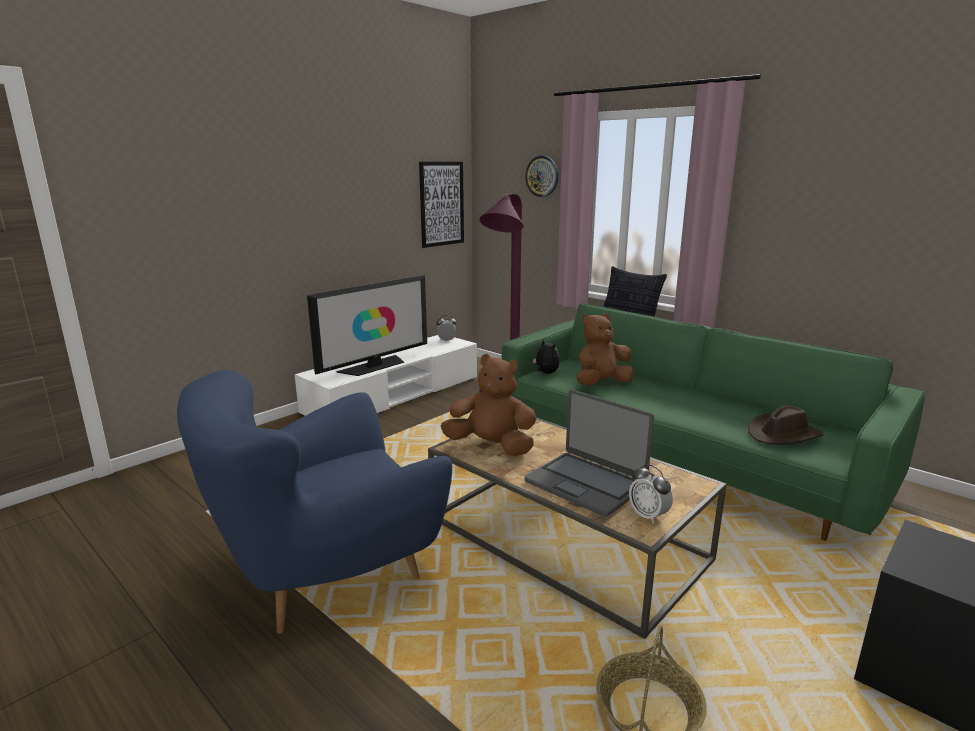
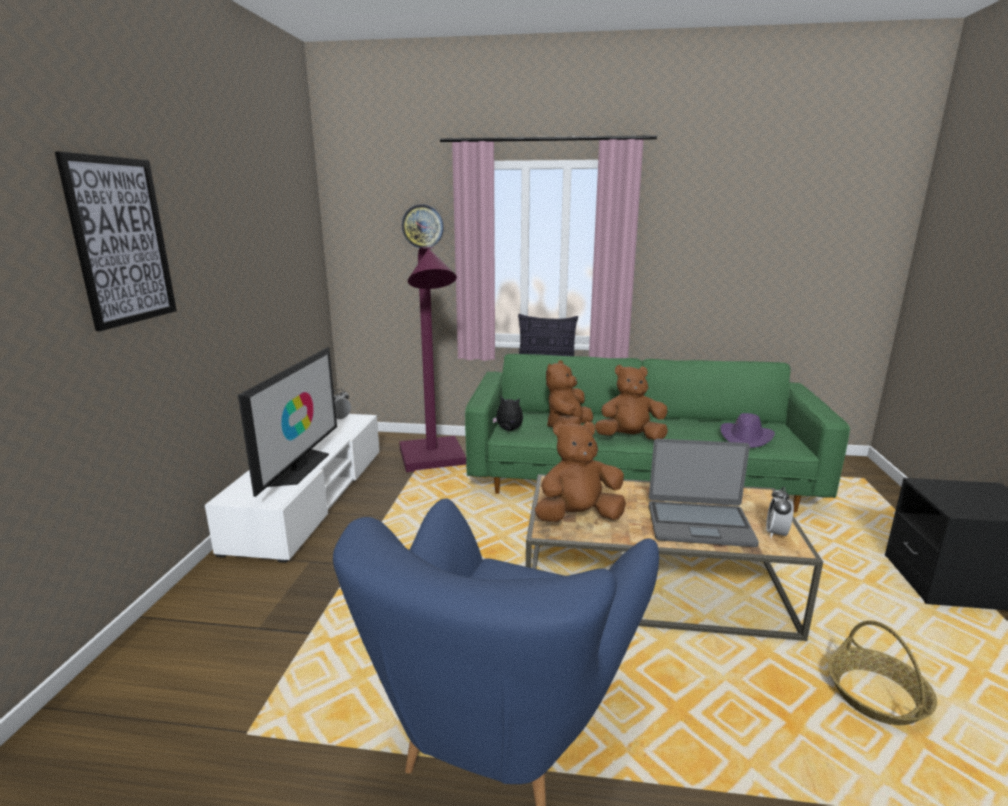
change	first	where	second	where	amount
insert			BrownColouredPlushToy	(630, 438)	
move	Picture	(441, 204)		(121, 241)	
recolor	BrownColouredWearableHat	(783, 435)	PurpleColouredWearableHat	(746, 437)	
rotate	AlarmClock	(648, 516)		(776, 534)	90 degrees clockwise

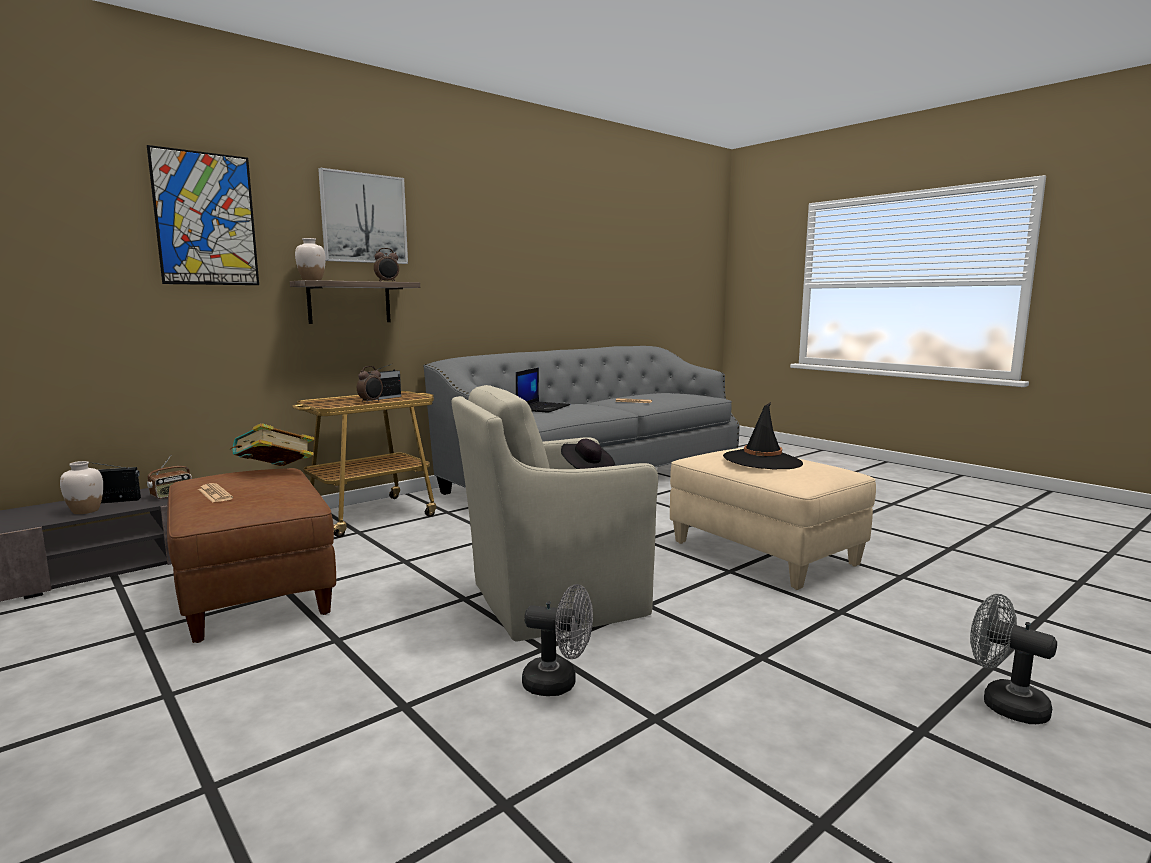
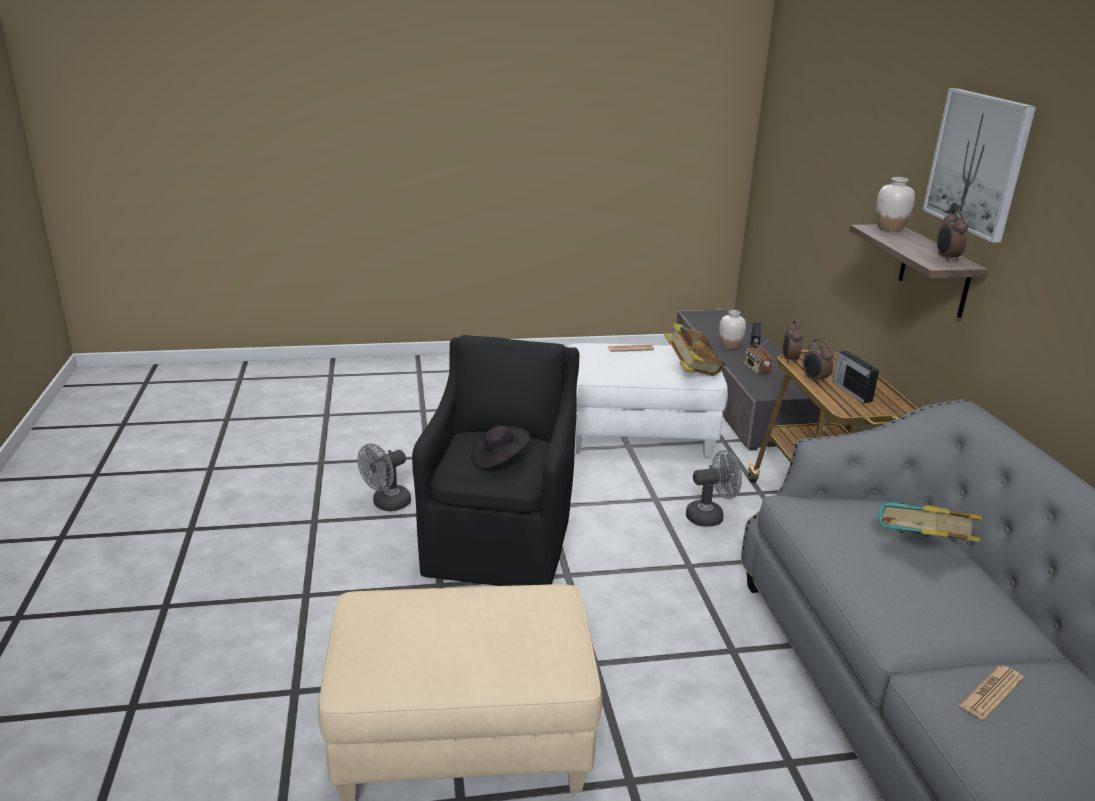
change	first	where	second	where	amount
delete	Picture	(205, 219)			
delete	BlackColouredWearableHat	(762, 461)			
insert			AlarmClock	(789, 360)	
move	GrayCoolingFan	(1004, 704)		(710, 516)	
replace	Laptop	(543, 407)	Book	(921, 550)	
recolor	BrownColouredPouffe	(253, 593)	WhitePouffe	(639, 435)	
recolor	BeigeColouredArmchair	(552, 601)	BlackColouredArmchair	(500, 542)	

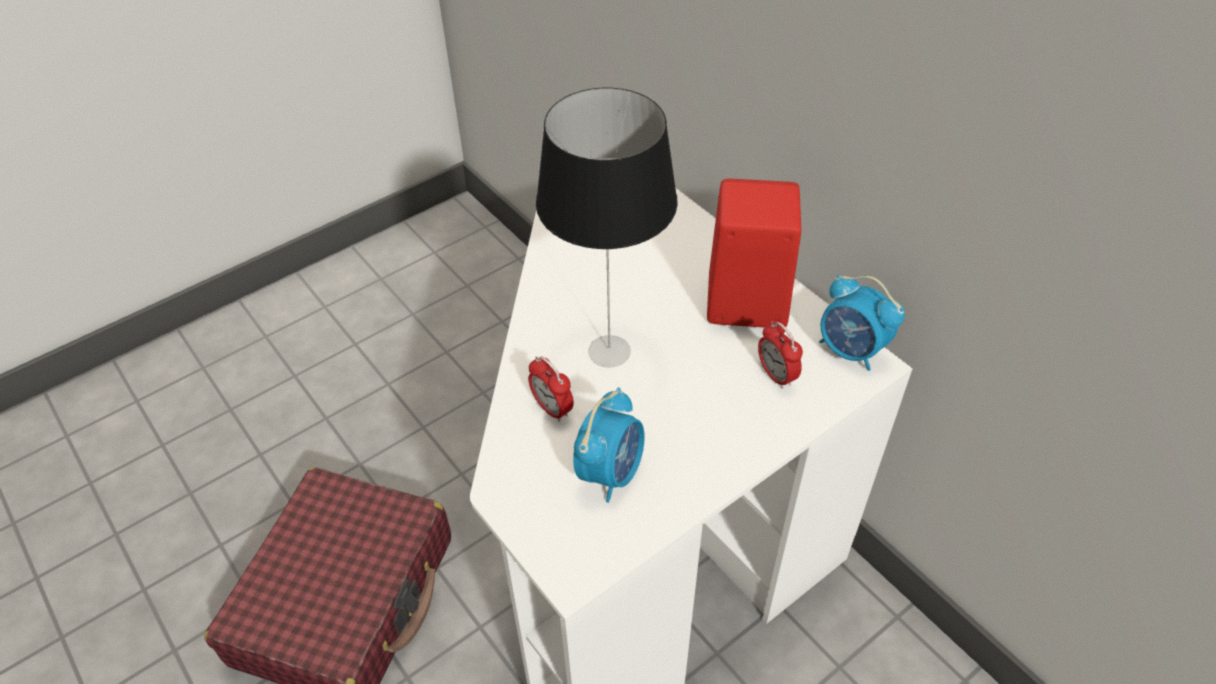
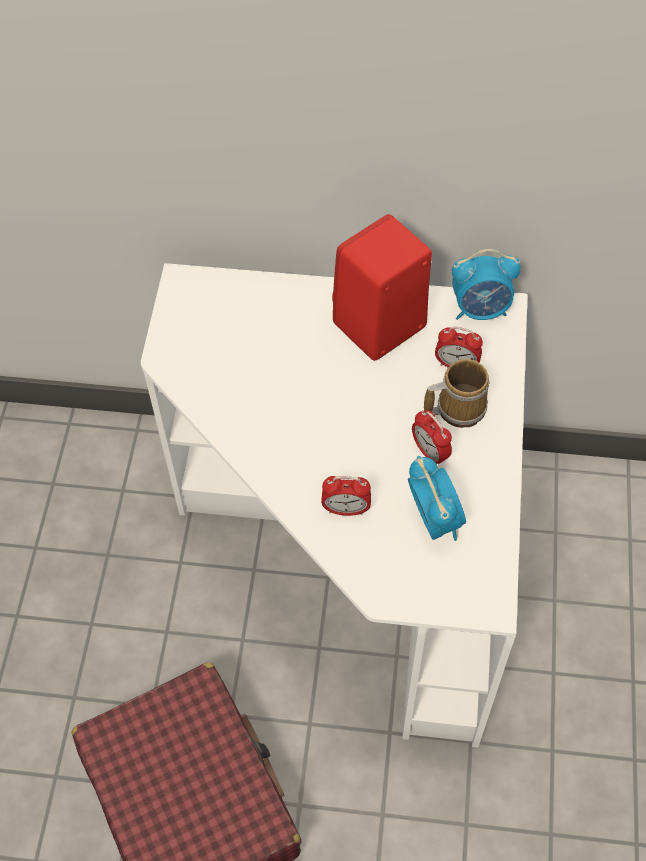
change	first	where	second	where	amount
delete	TableLamp	(611, 352)			
insert			AlarmClock	(430, 452)	
insert			Mug	(457, 407)	

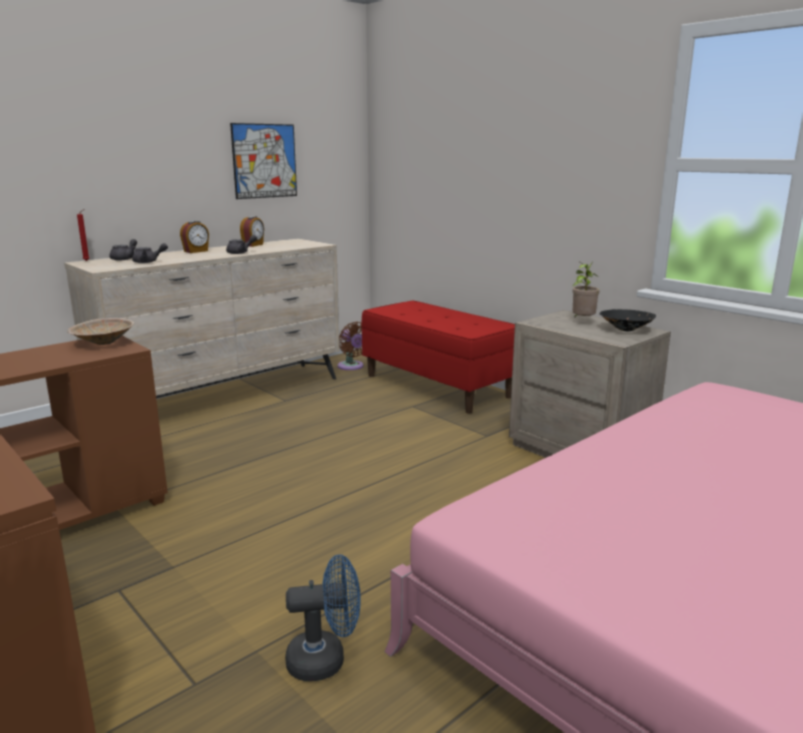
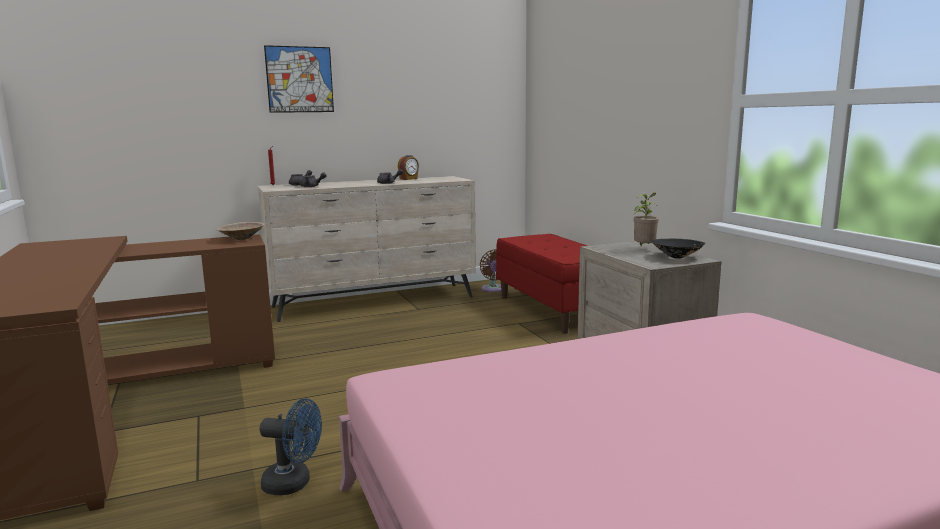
change	first	where	second	where	amount
delete	AlarmClock	(196, 251)			
move	Picture	(264, 161)		(299, 79)	

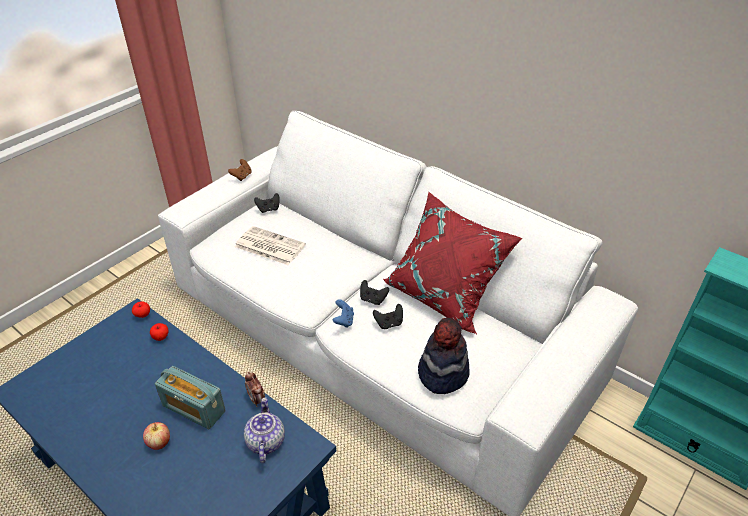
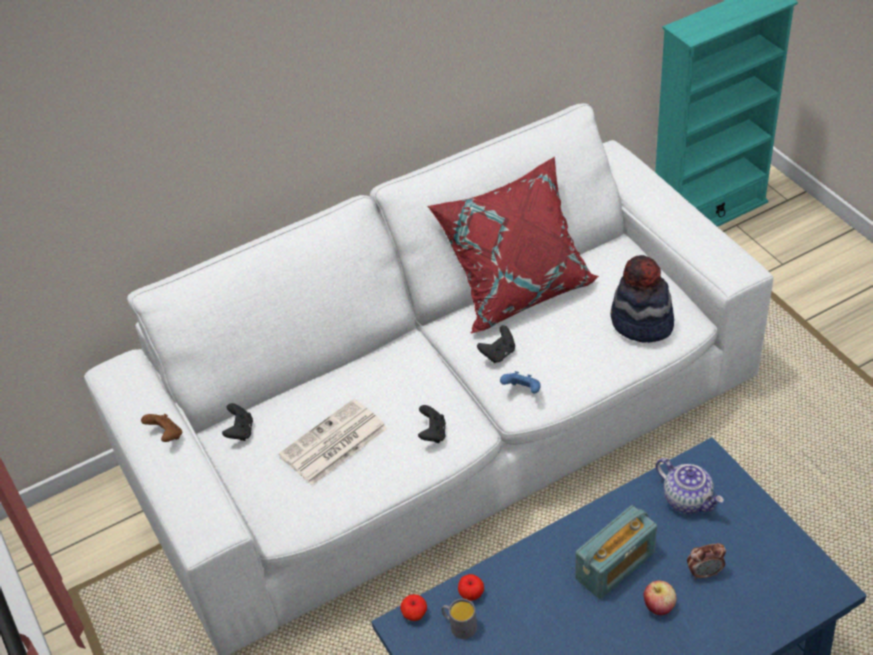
change	first	where	second	where	amount
insert			GrayMug	(459, 626)	
move	AlarmClock	(257, 399)		(704, 573)	
move	BlackColouredGameController	(389, 323)		(433, 433)	
rotate	TeaPot	(265, 441)		(688, 499)	150 degrees counterclockwise

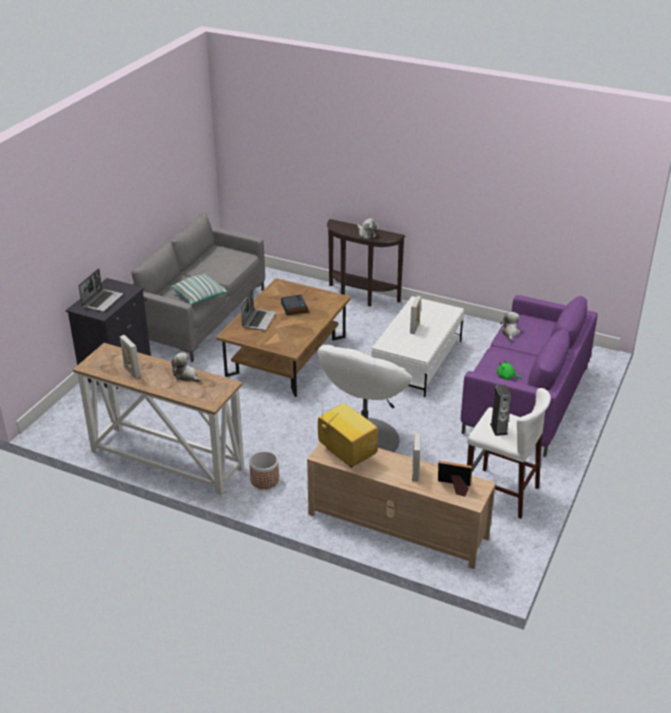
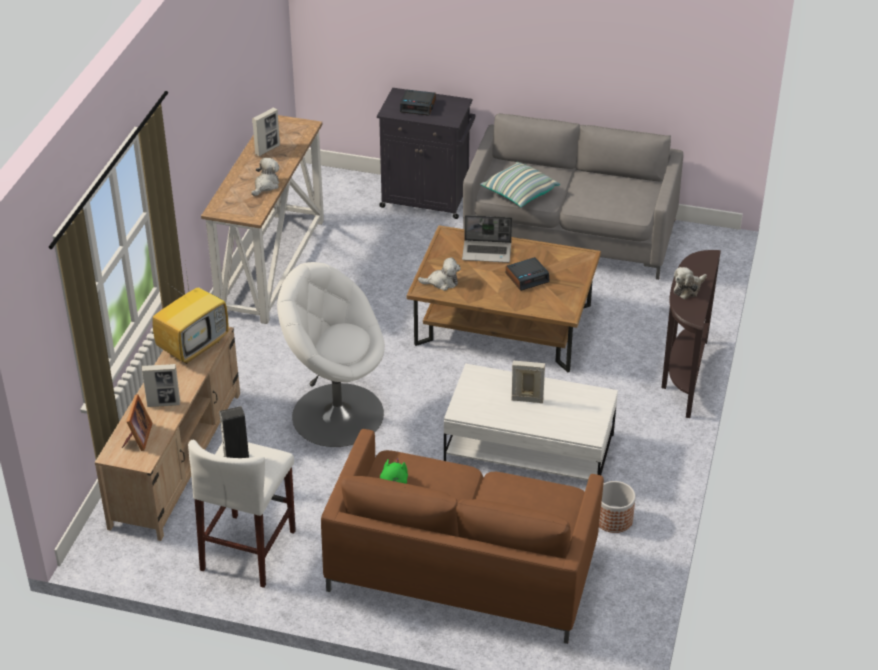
change	first	where	second	where	amount
move	Planter	(264, 480)		(613, 519)	
move	PlushToy	(510, 333)		(442, 282)	
replace	Laptop	(102, 301)	AlarmClock	(418, 106)	
recolor	PurpleColouredSofa	(526, 400)	BrownColouredSofa	(462, 571)	

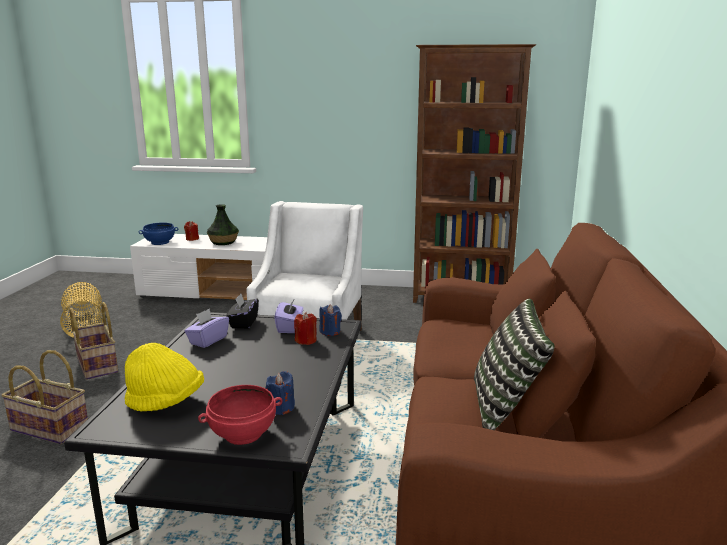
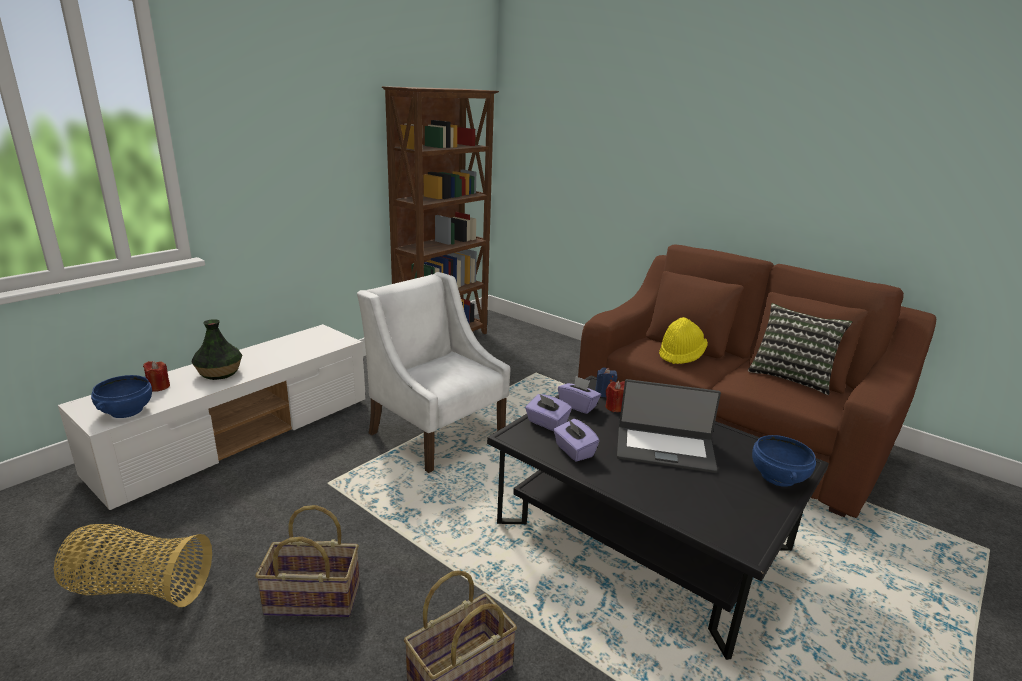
change	first	where	second	where	amount
delete	BlueCandle	(281, 408)			
insert			Laptop	(664, 449)	
move	YellowColouredWearableHat	(166, 402)		(681, 355)	
recolor	RedColouredBowl	(243, 433)	BlueBowl	(777, 477)	
recolor	BlackColouredTissueHolder	(243, 323)	PurpleColouredTissueHolder	(546, 423)	

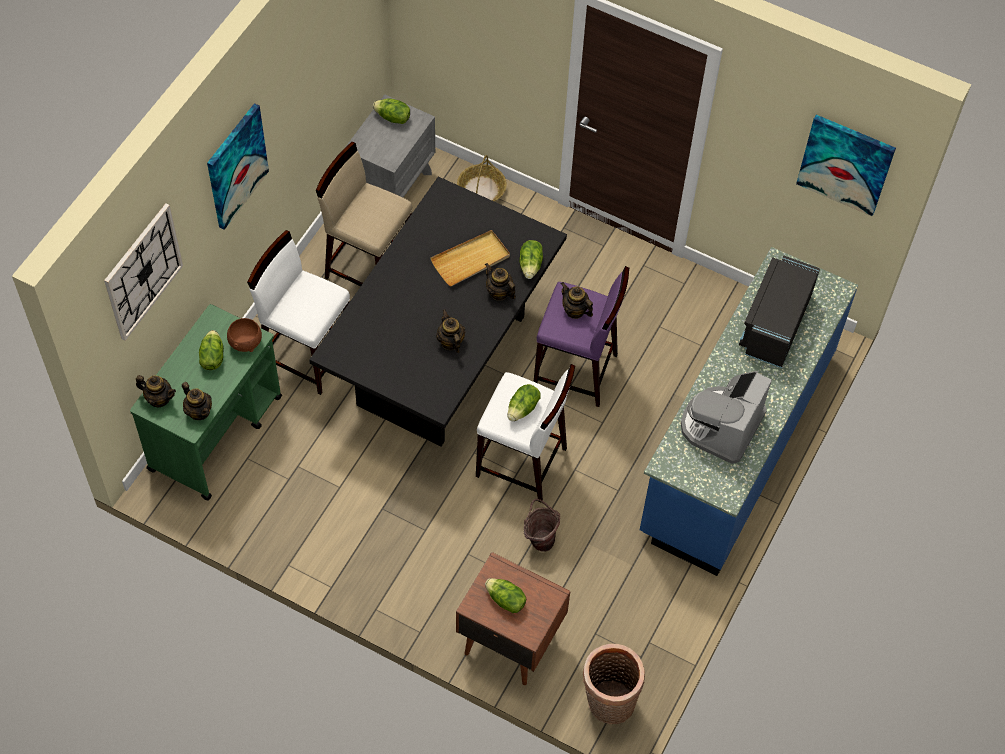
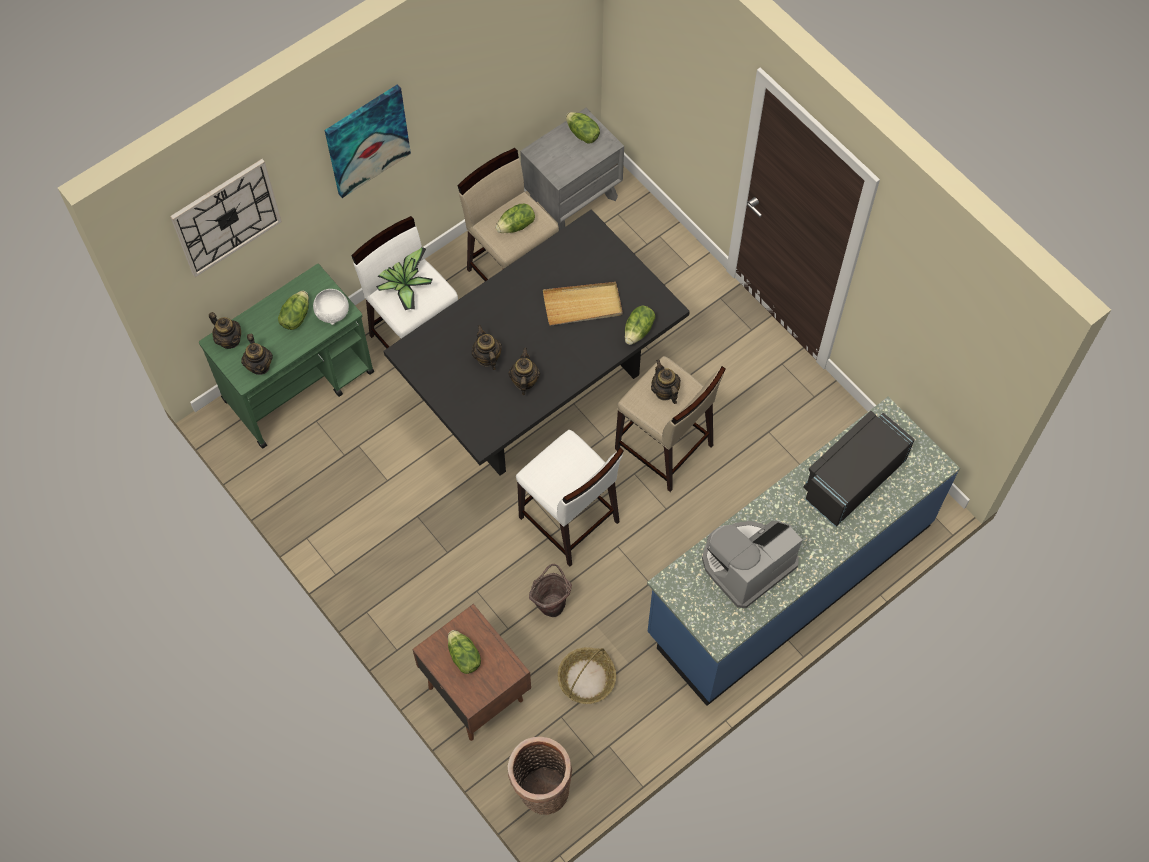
change	first	where	second	where	amount
delete	Picture	(845, 164)			
insert			Houseplant	(403, 283)	
move	HouseholdBasket	(481, 190)		(586, 679)	
move	TeaPot	(499, 292)		(487, 357)	
move	HeadOfLettuce	(523, 409)		(516, 226)	
recolor	BrownColouredBowl	(246, 342)	WhiteBowl	(333, 313)	
recolor	PurpleColouredStoolSeat	(576, 372)	BeigeColouredStoolSeat	(664, 448)	

